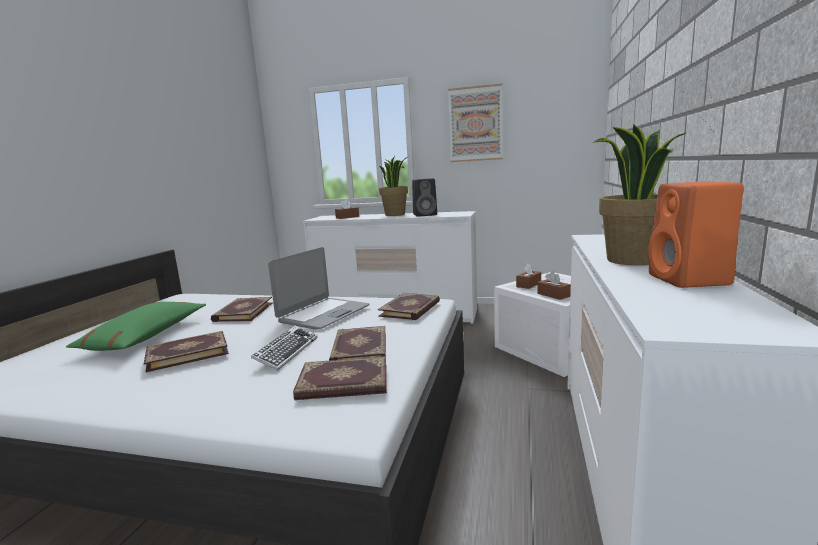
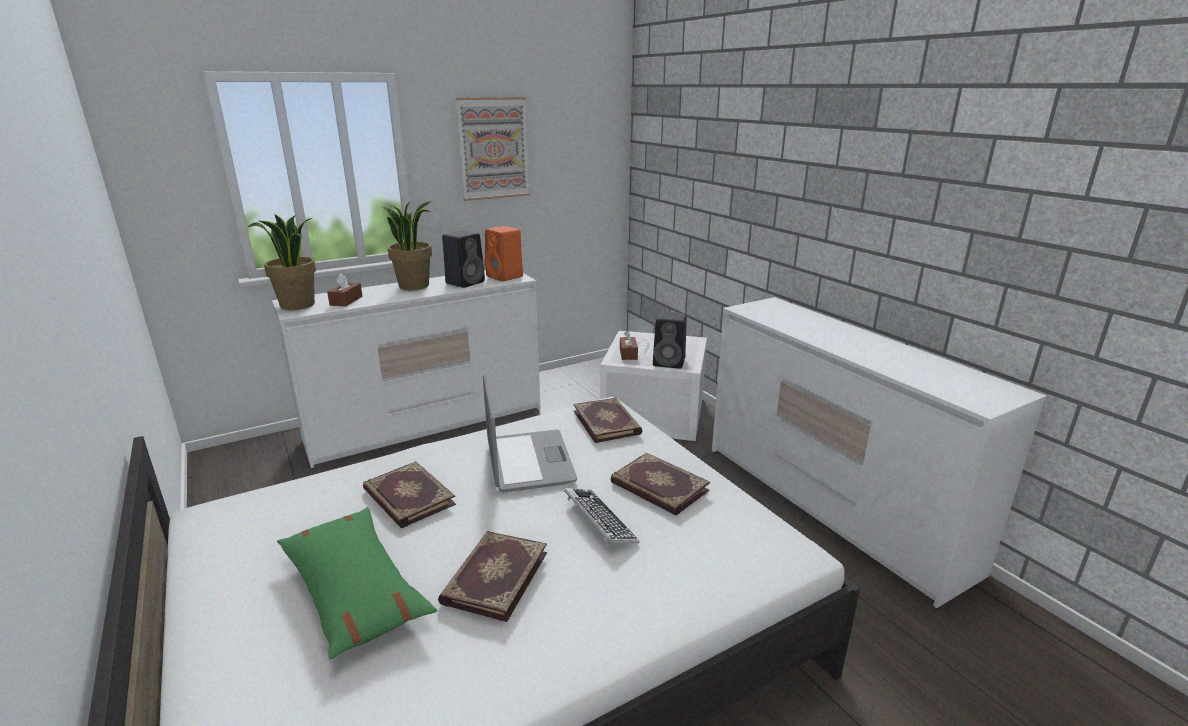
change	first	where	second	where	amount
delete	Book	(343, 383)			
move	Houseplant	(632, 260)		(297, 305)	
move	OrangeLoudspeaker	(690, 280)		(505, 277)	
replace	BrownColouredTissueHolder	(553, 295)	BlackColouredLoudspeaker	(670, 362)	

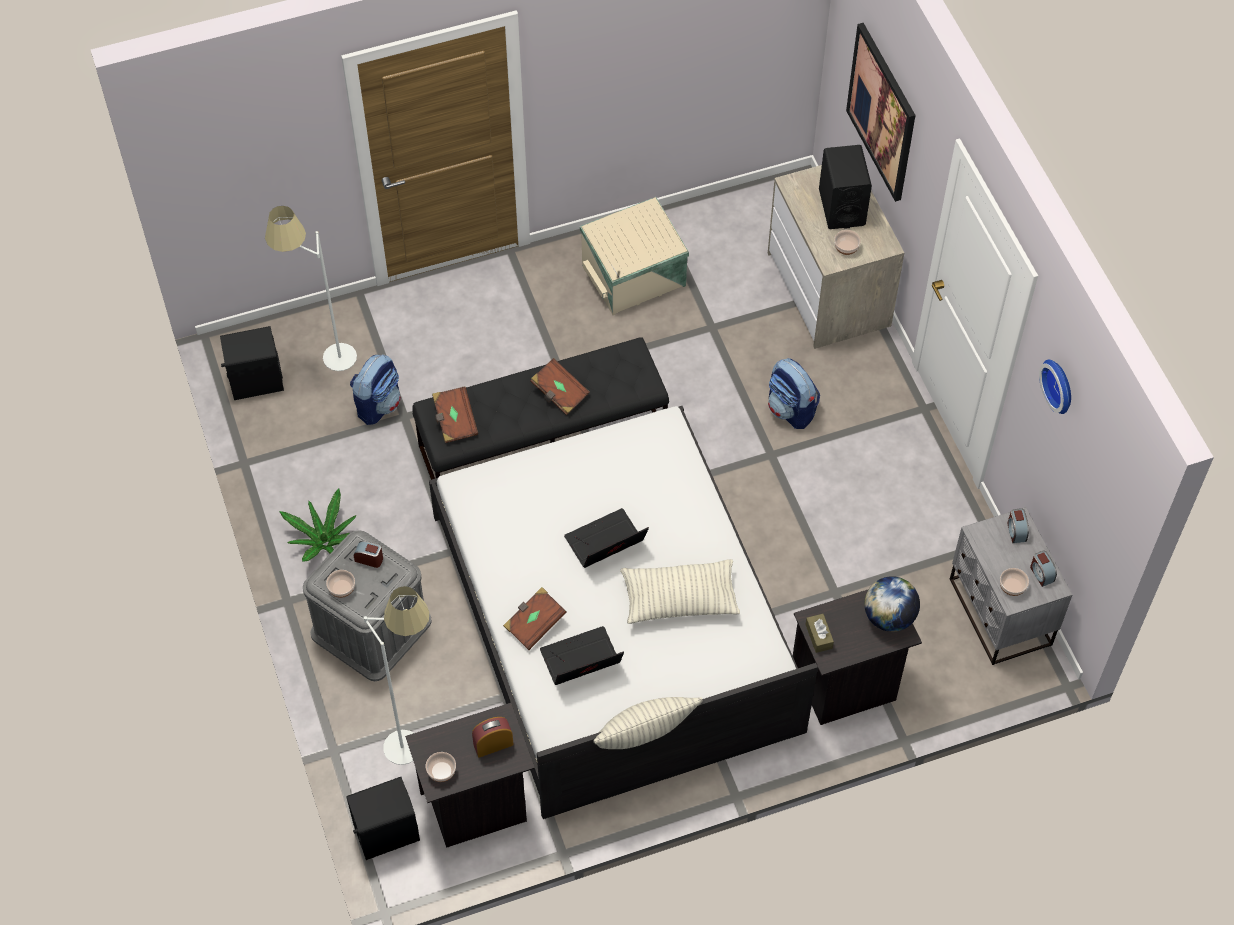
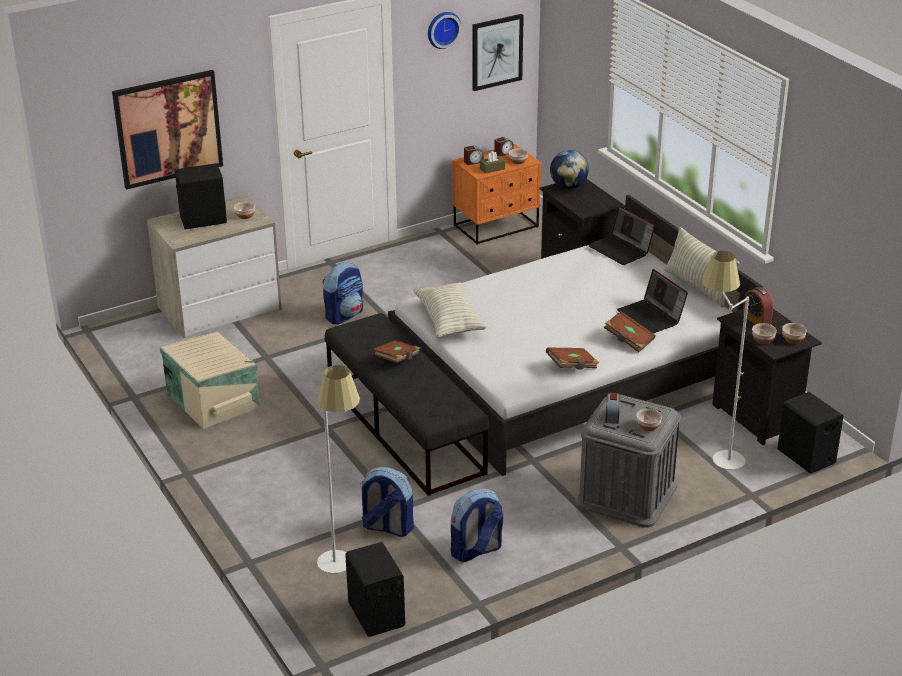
change	first	where	second	where	amount
delete	Houseplant	(324, 540)			
insert			Knapsack	(476, 551)	
insert			Picture	(496, 52)	
insert			Bowl	(762, 339)	
move	BrownColouredBook	(454, 421)		(572, 366)	
move	Laptop	(605, 544)		(621, 250)	
move	Cushion	(679, 599)		(449, 320)	
move	BrownColouredTissueHolder	(819, 636)		(492, 169)	
recolor	GrayNightTable	(999, 613)	OrangeNightTable	(496, 227)	

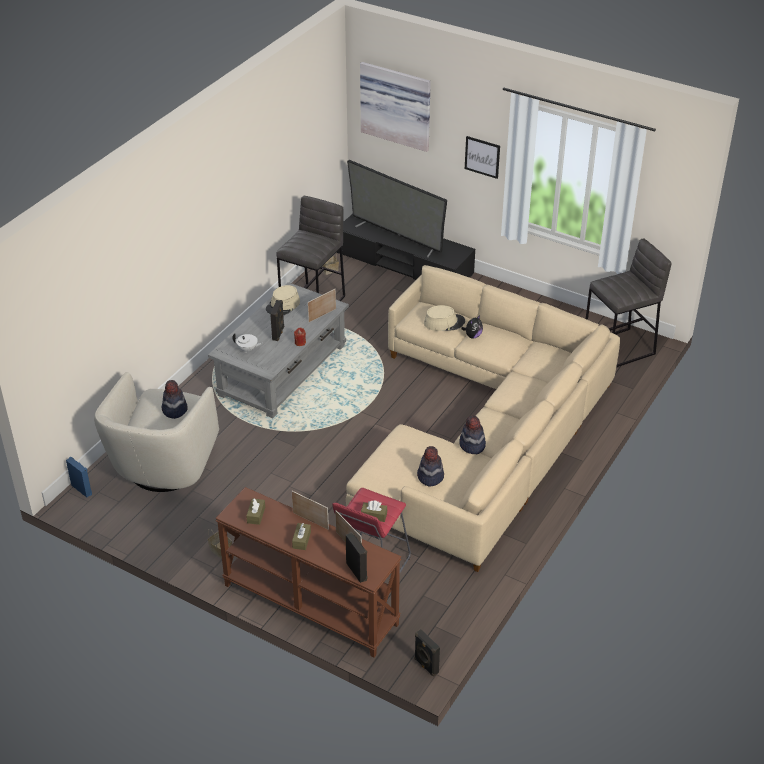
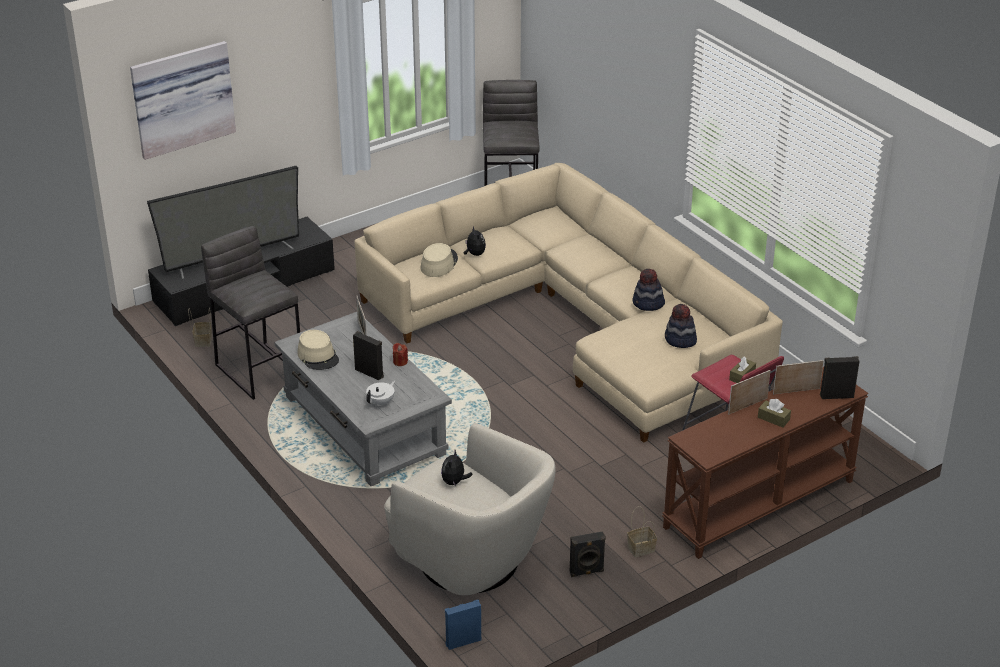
change	first	where	second	where	amount
delete	BrownColouredTissueHolder	(256, 515)			
delete	Picture	(482, 157)			
move	BlackColouredLoudspeaker	(425, 666)		(586, 572)	
replace	WearableHat	(174, 410)	PlushToy	(454, 482)	

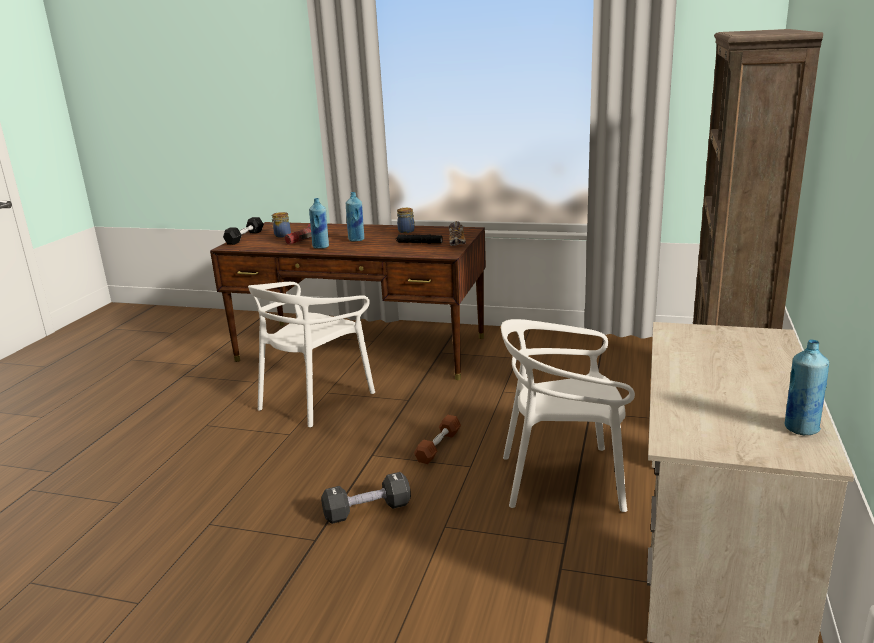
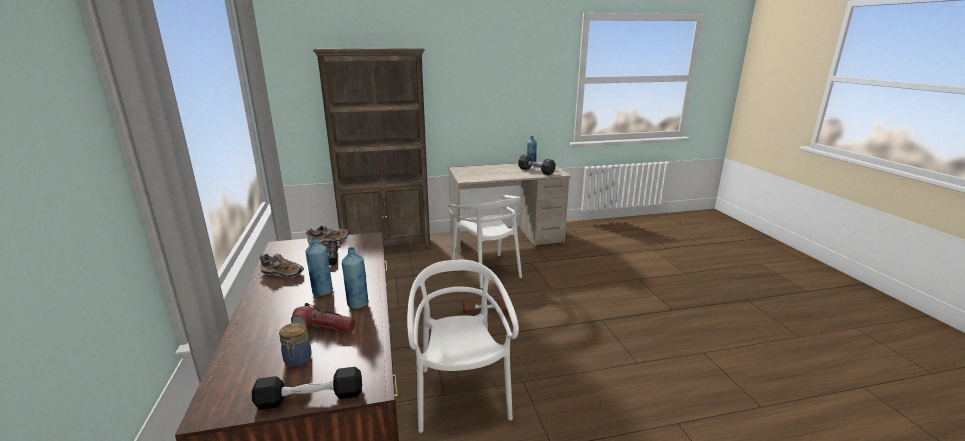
change	first	where	second	where	amount
move	BlackColouredDumbbell	(367, 510)		(536, 171)	
replace	StorageJar	(407, 231)	LowShoe	(282, 273)	
rotate	WhiteUprightChair	(315, 399)		(461, 395)	105 degrees counterclockwise

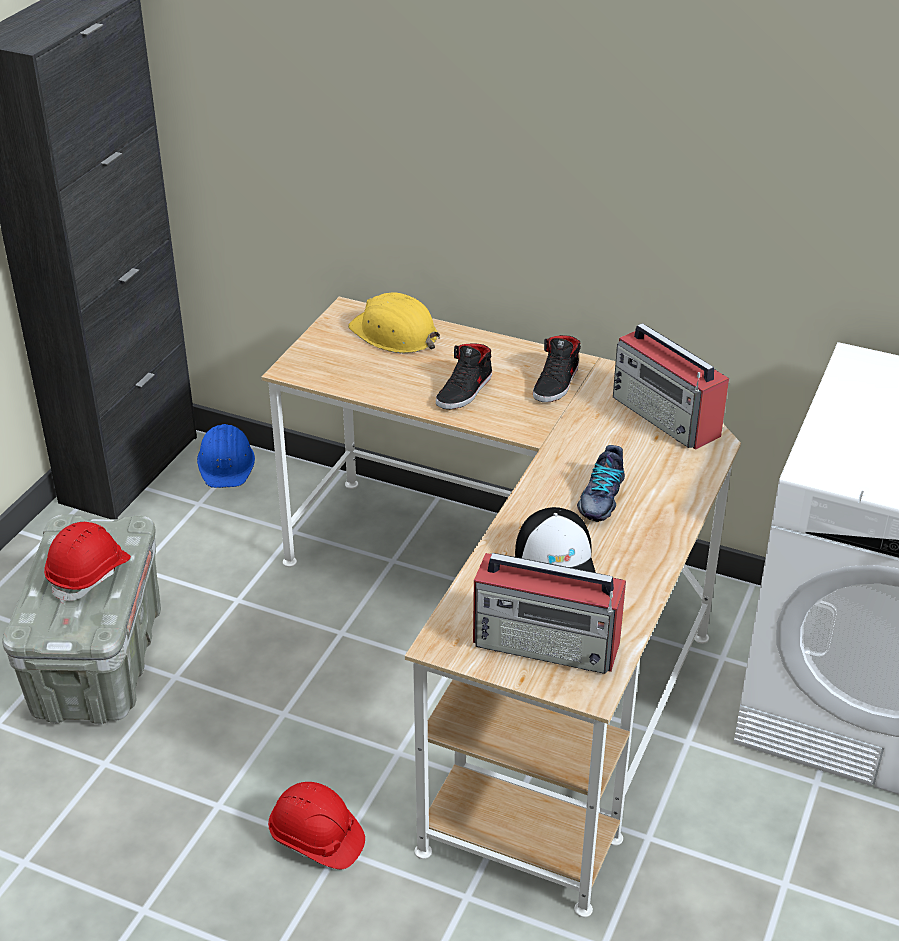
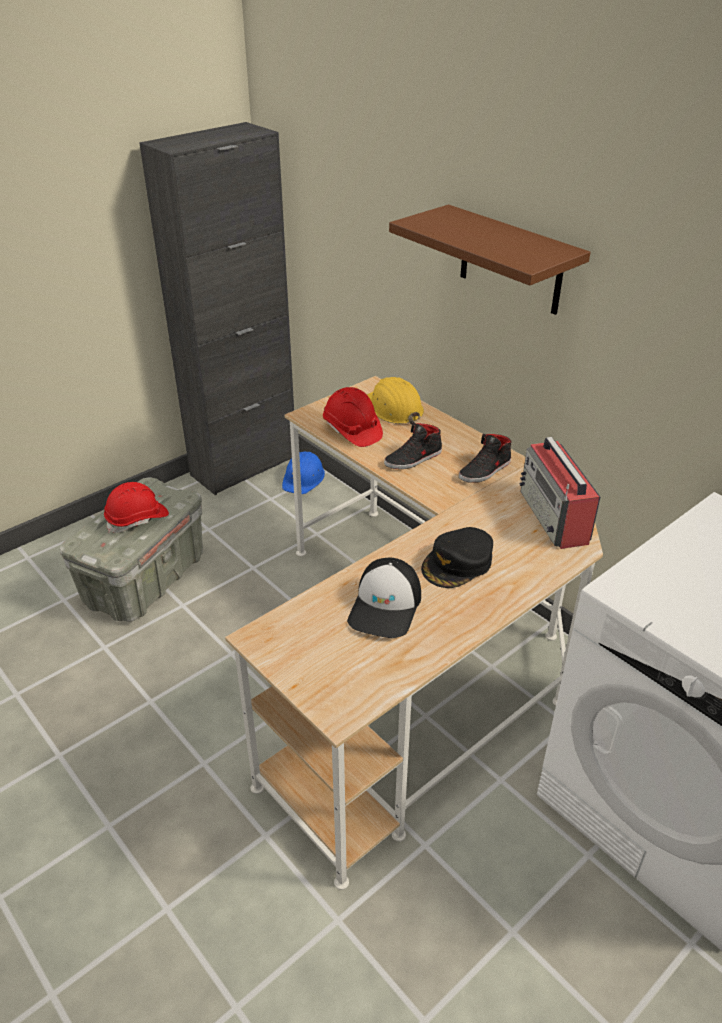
change	first	where	second	where	amount
delete	Radio	(548, 644)			
insert			BrownColouredBracketShelf	(511, 261)	
move	RedColouredSafetyHelmet	(316, 839)		(352, 431)	
replace	LowShoe	(600, 497)	BlackColouredBaseballCap	(458, 564)	

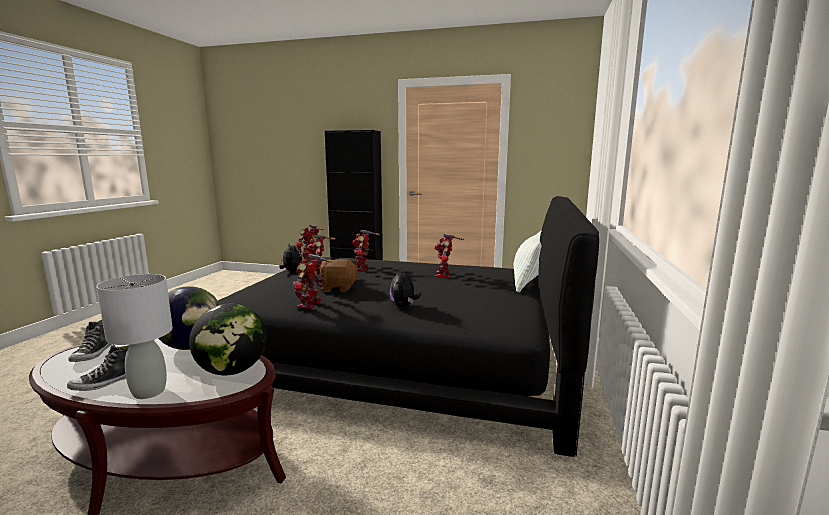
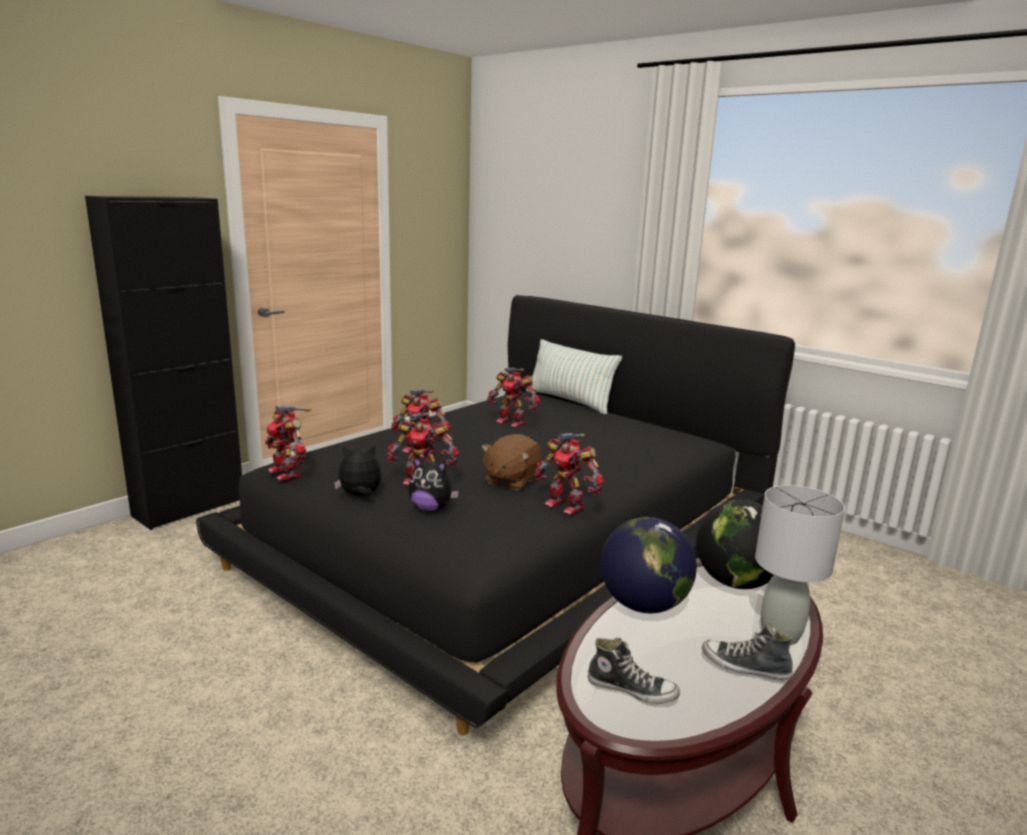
change	first	where	second	where	amount
move	PlushToy	(404, 306)		(431, 509)	
rotate	LowShoe	(106, 382)		(744, 667)	135 degrees clockwise

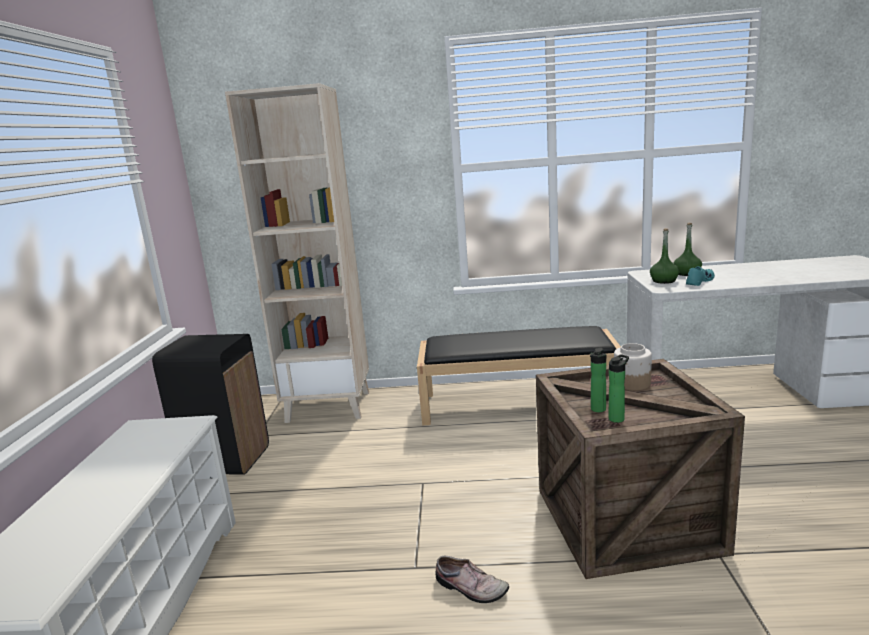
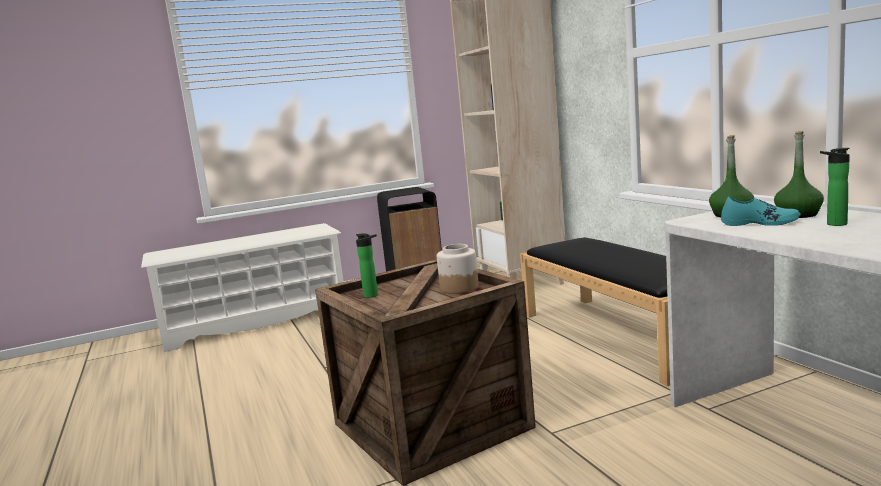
change	first	where	second	where	amount
delete	LowShoe	(470, 589)			
move	BeverageBottle	(597, 410)		(833, 224)	

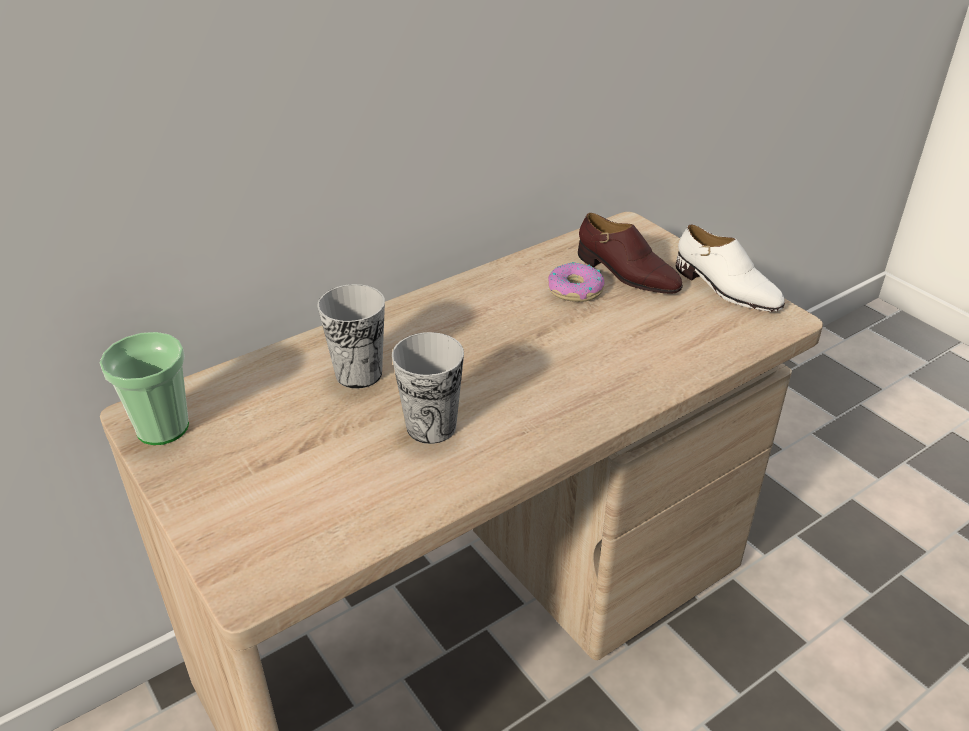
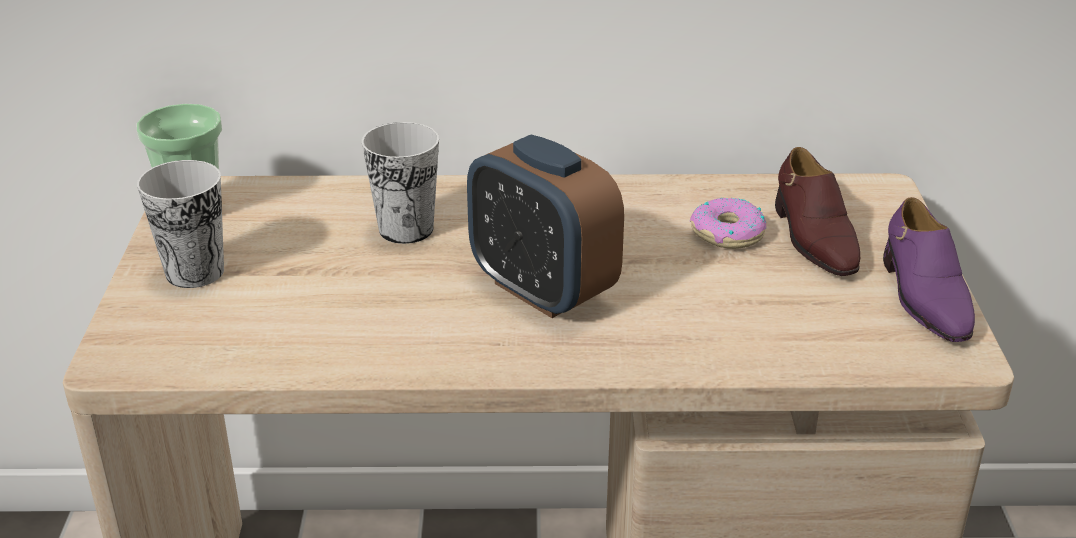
change	first	where	second	where	amount
insert			AlarmClock	(542, 290)	
move	SmallCup	(431, 426)		(195, 272)	
recolor	WhiteLowShoe	(726, 288)	PurpleColouredLowShoe	(923, 297)	

